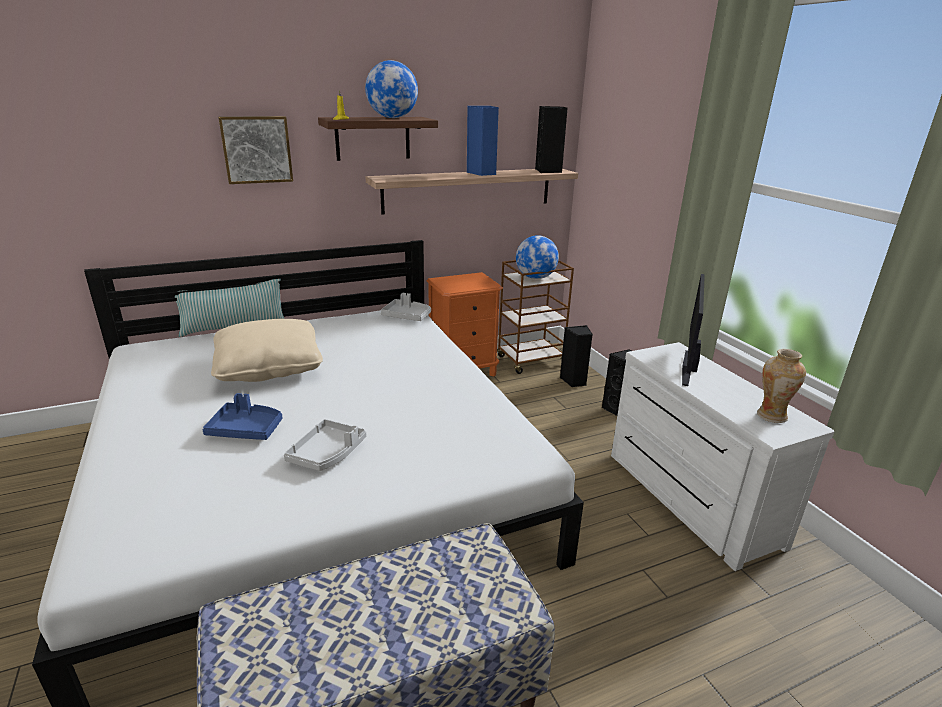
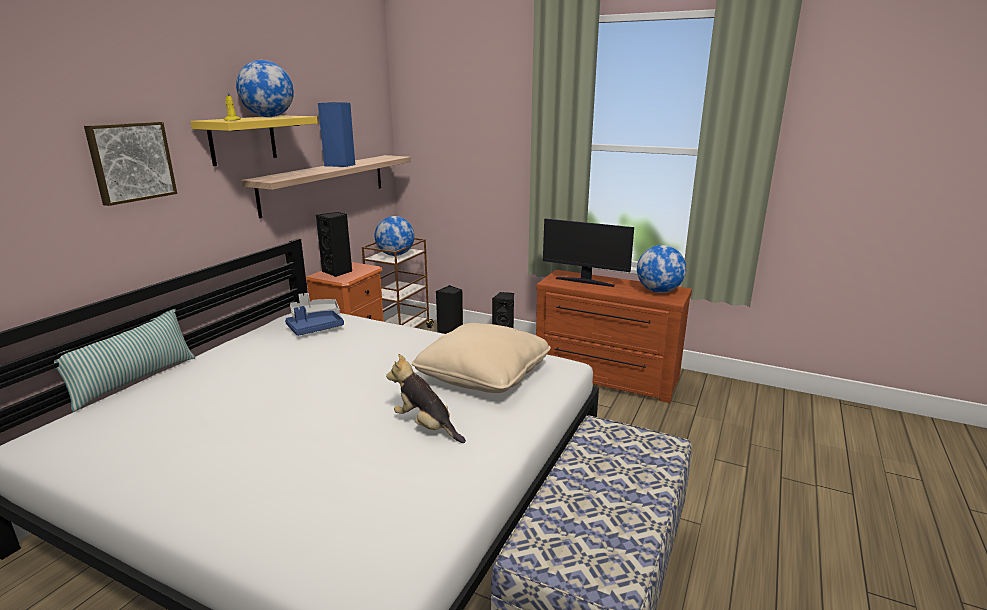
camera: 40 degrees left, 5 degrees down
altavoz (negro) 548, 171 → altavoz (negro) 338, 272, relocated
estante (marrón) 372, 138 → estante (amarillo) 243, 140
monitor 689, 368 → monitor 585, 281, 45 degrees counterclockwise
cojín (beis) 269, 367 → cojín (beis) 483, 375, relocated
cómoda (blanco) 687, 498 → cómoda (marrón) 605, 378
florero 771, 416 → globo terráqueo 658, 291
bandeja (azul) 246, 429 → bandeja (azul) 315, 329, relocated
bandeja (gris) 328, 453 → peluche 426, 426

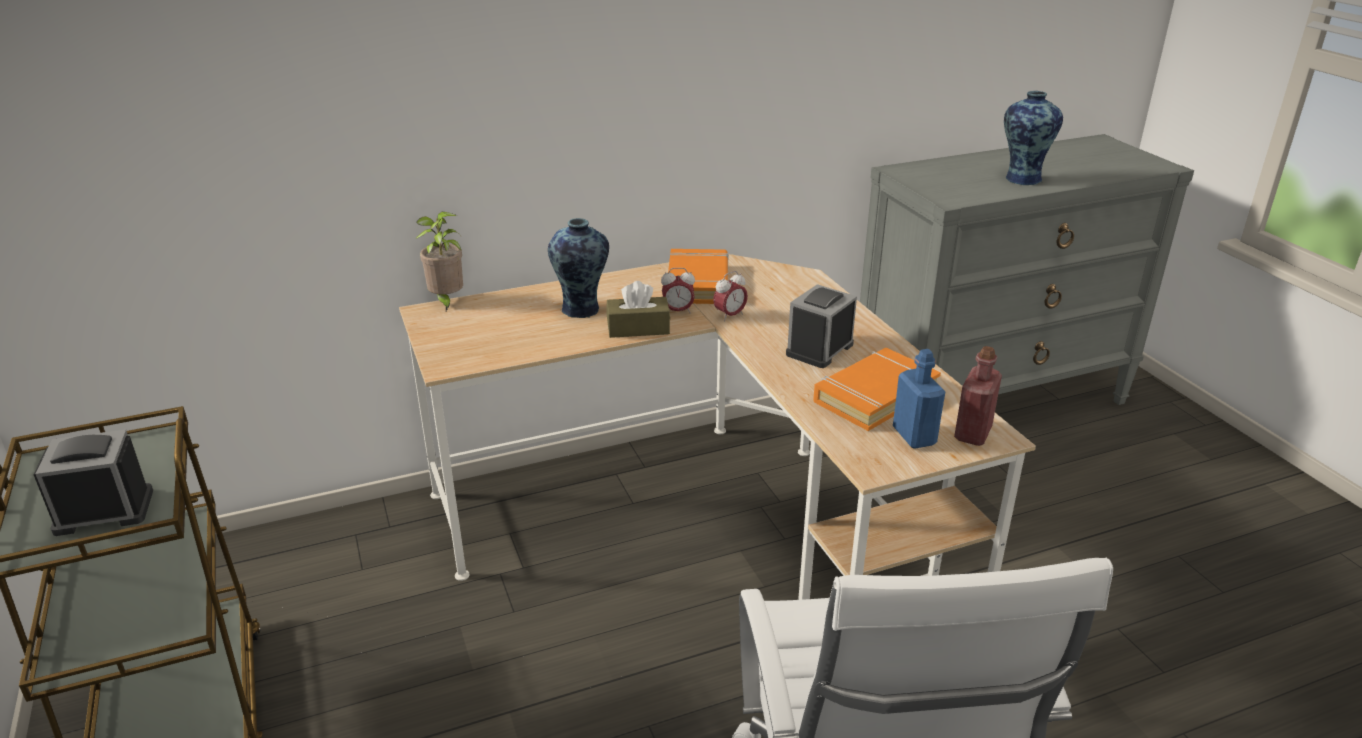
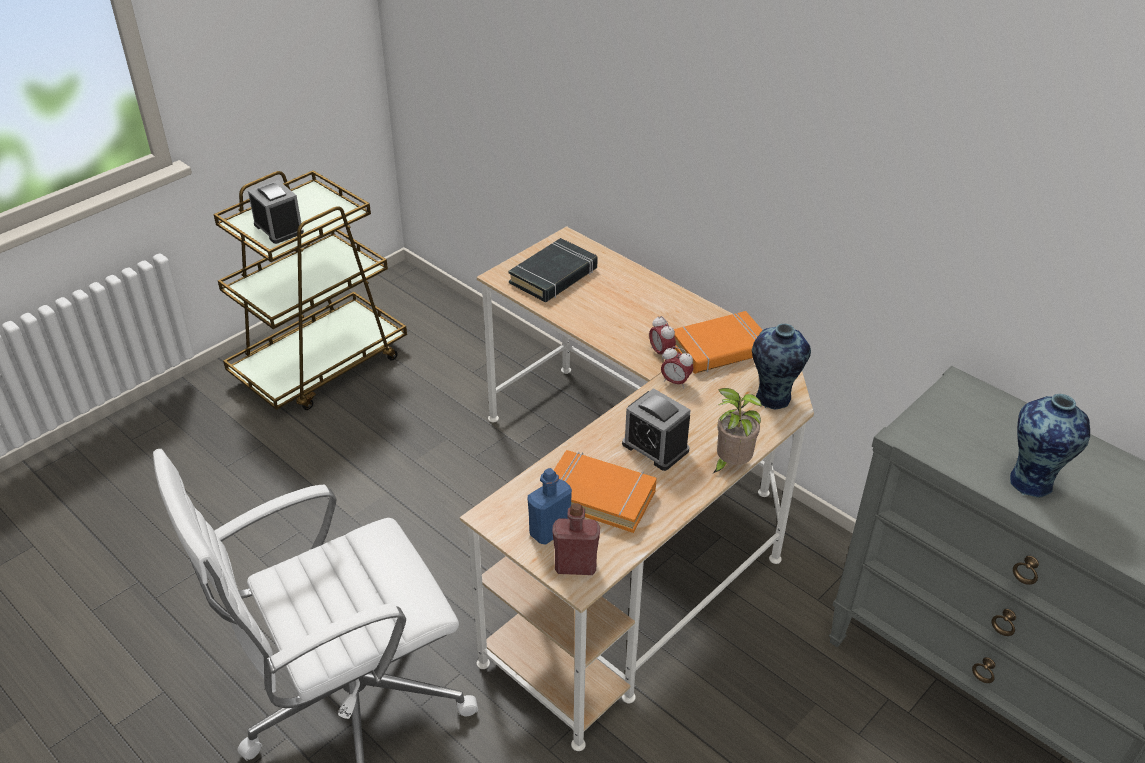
camera: 65 degrees right, 10 degrees up
planta en maceta 446, 302 → planta en maceta 730, 464, relocated
florero 582, 310 → florero 773, 399, relocated
caja de pañuelos (marrón) 638, 328 → -
despertador 819, 349 → despertador 655, 447, 150 degrees counterclockwise
- → libro (negro) 554, 276

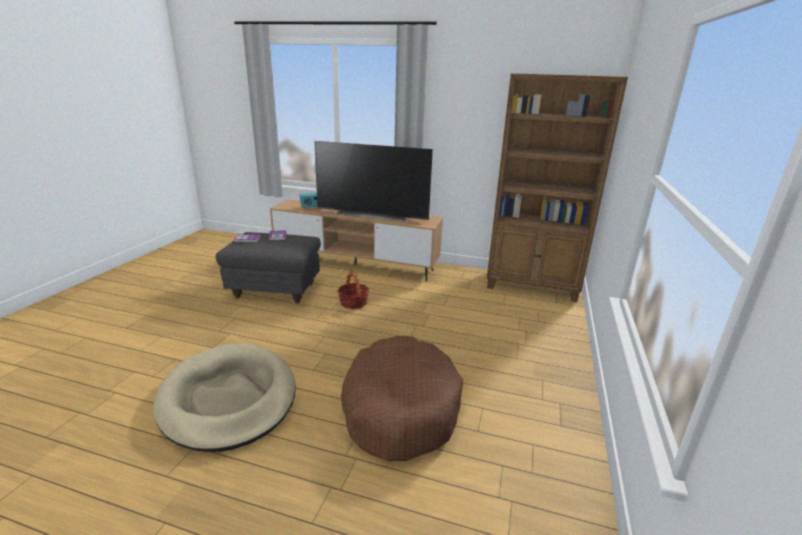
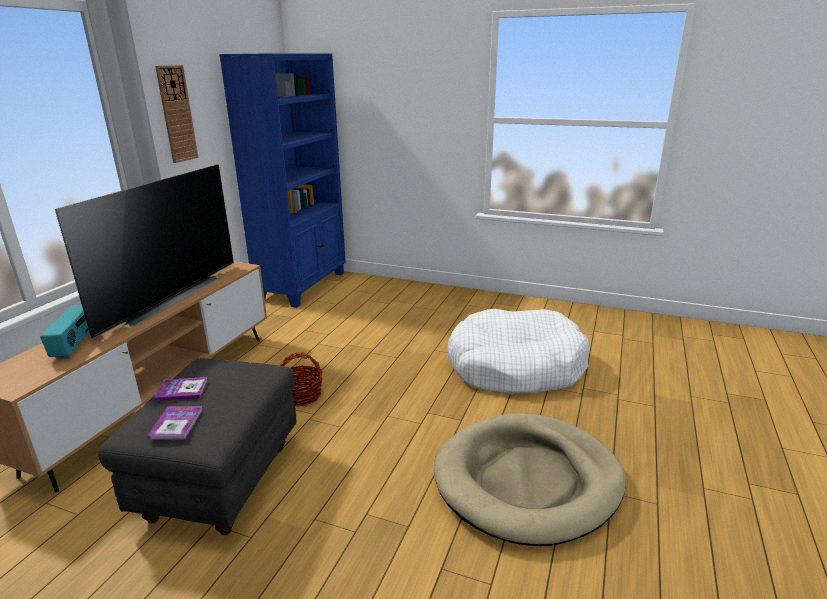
camera: 85 degrees left, 0 degrees up
estantería (marrón) 532, 286 → estantería (azul) 303, 286
cama para perro (marrón) 399, 408 → cama para perro (blanco) 515, 366
- → reloj de pared 177, 114

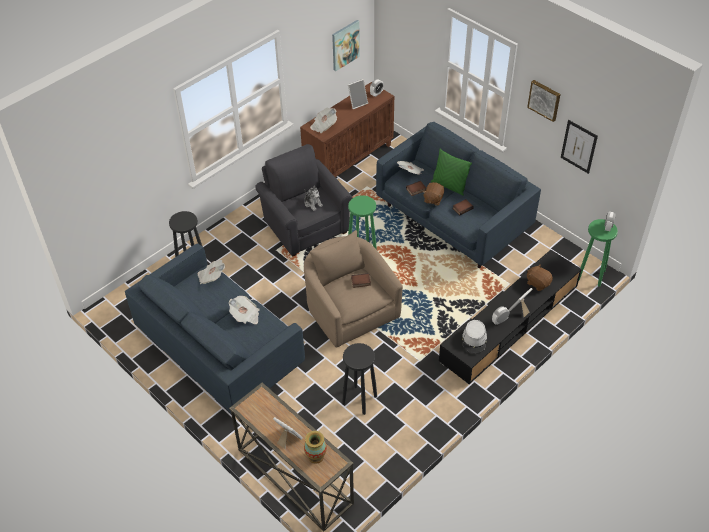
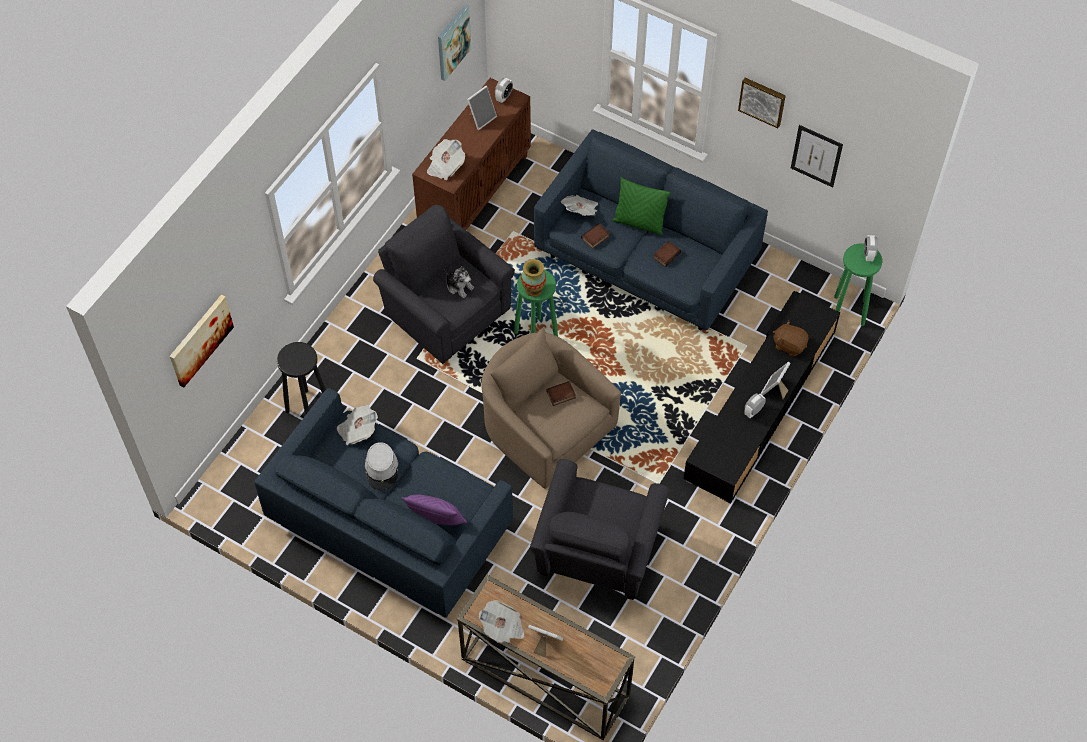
camera: 15 degrees left, 10 degrees up
peluche (marrón) 433, 199 → -
periódico 245, 316 → periódico 503, 627, relocated
sombrero (gris) 474, 339 → sombrero (gris) 382, 469, relocated
taburete (negro) 359, 399 → sillón (gris) 596, 555
florero 316, 456 → florero 533, 289, relocated
- → cuadro 200, 340
- → cojín (morado) 436, 521

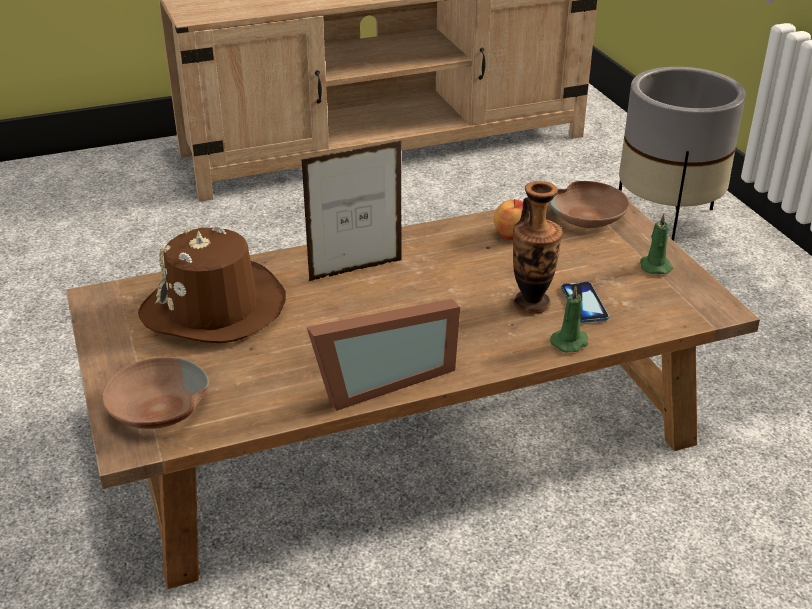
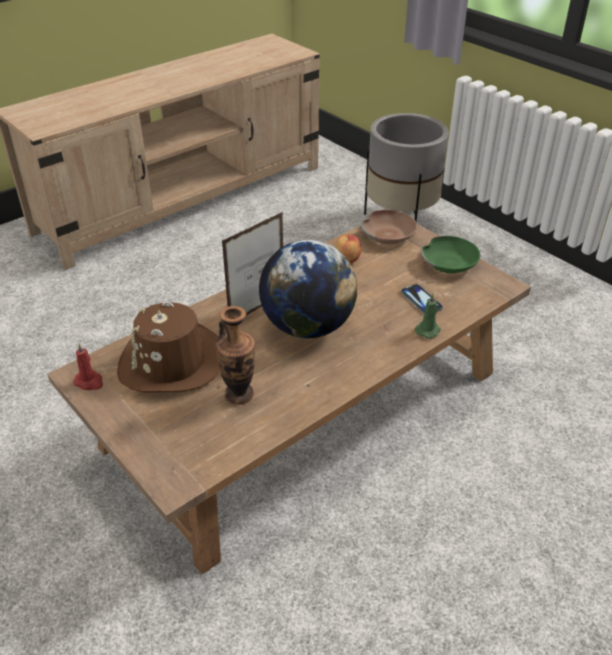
camera: 20 degrees left, 5 degrees up
florero 531, 304 → florero 239, 394, relocated
vela (verde) 654, 266 → cuenco (verde) 449, 263
portarretratos 380, 379 → -
cuenco (marrón) 157, 409 → -
- → globo terráqueo 308, 326
- → vela (rojo) 89, 382

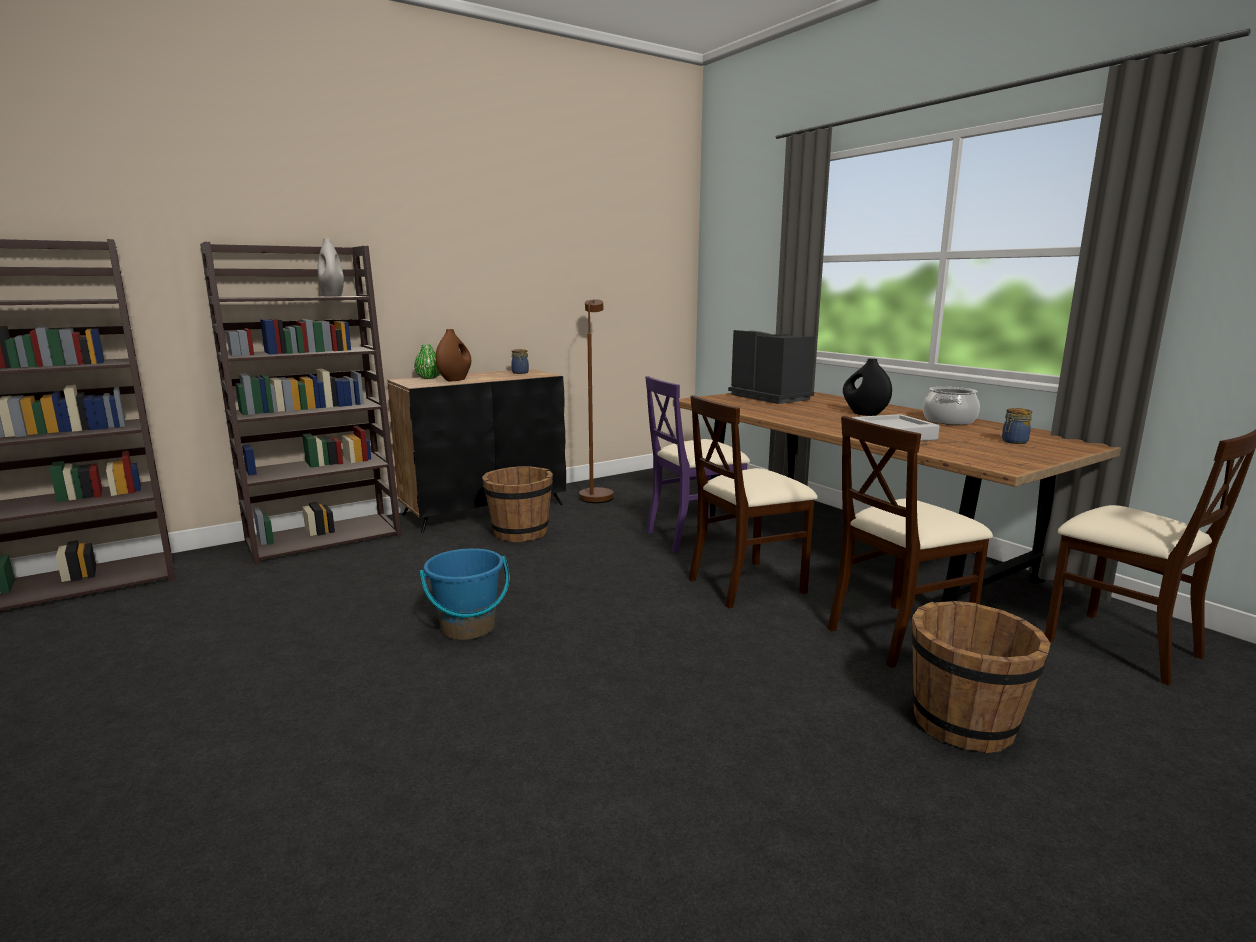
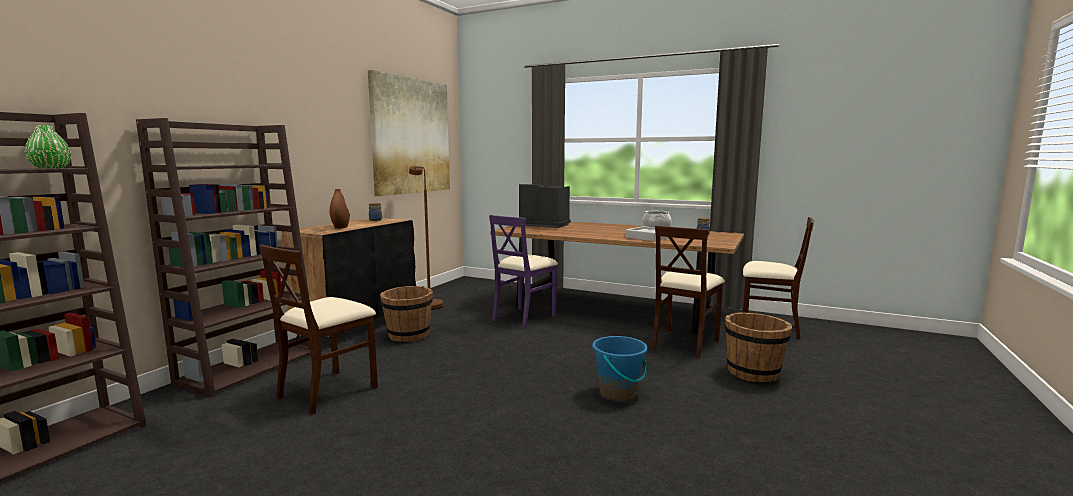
camera: 30 degrees left, 5 degrees down
florero (blanco) 333, 296 → -
florero (verde) 428, 378 → florero (verde) 51, 168, relocated
florero (negro) 864, 414 → -
silla (beis) 746, 584 → silla (beis) 328, 391, relocated
cubo (azul) 468, 628 → cubo (azul) 618, 392, relocated
- → cuadro 411, 136

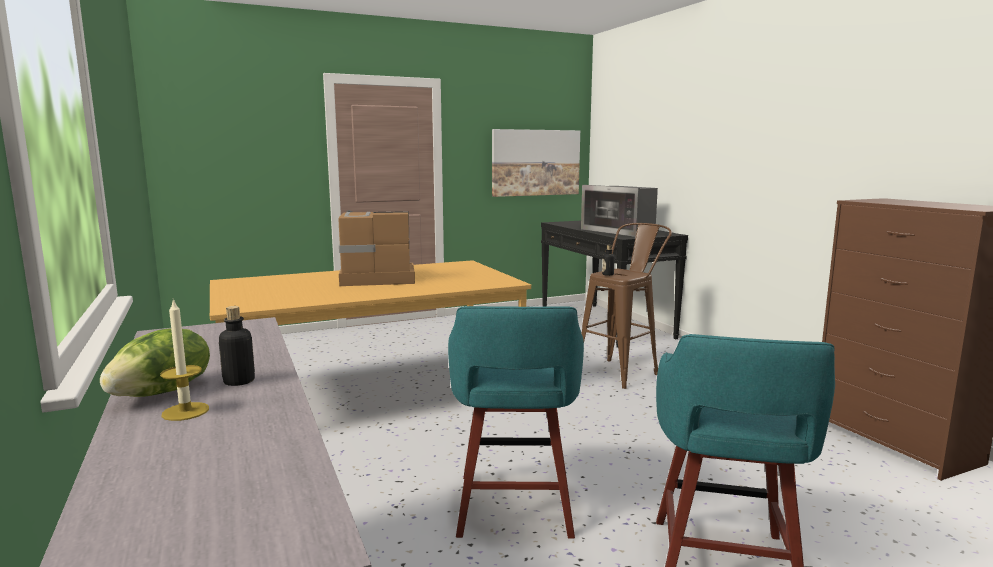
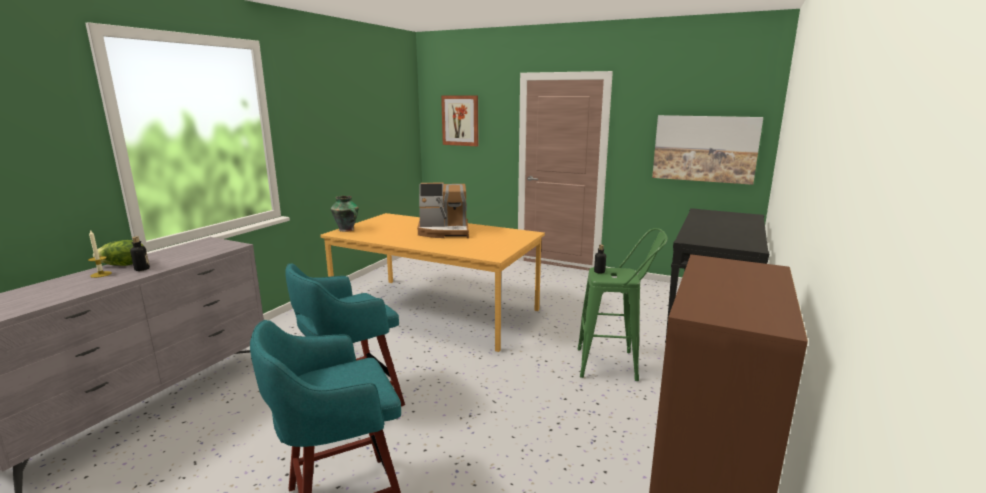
camera: 50 degrees right, 5 degrees up
microondas 620, 231 → -
cafetera 376, 278 → cafetera 444, 232, 135 degrees clockwise
taburete (marrón) 622, 372 → taburete (verde) 615, 365
- → cuadro 460, 120
- → florero 347, 230

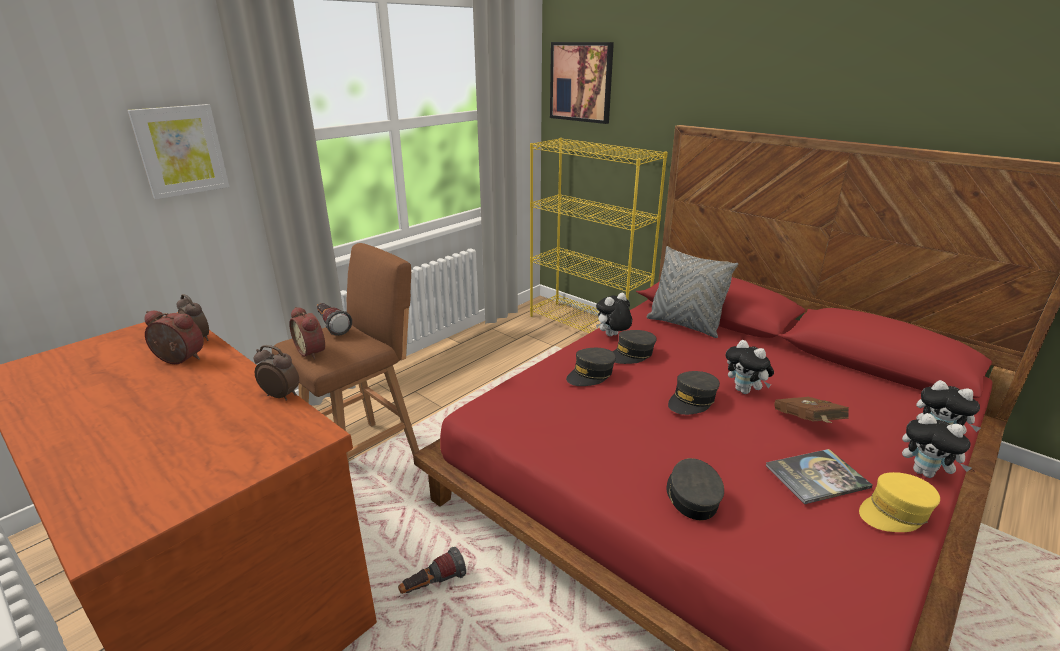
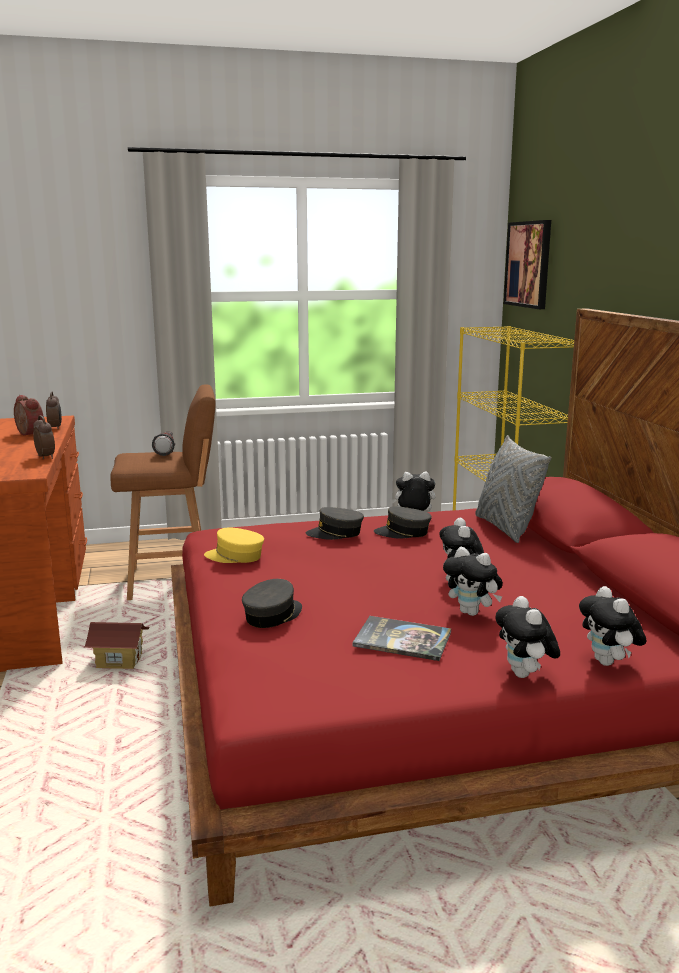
camera: 35 degrees right, 10 degrees down
cuadro 180, 150 → -
despertador 313, 351 → -
gorra (gris) 692, 400 → -
libro (marrón) 807, 424 → peluche 472, 612
gorra (amarillo) 895, 512 → gorra (amarillo) 235, 556, relocated
linterna 433, 585 → casita 119, 661

